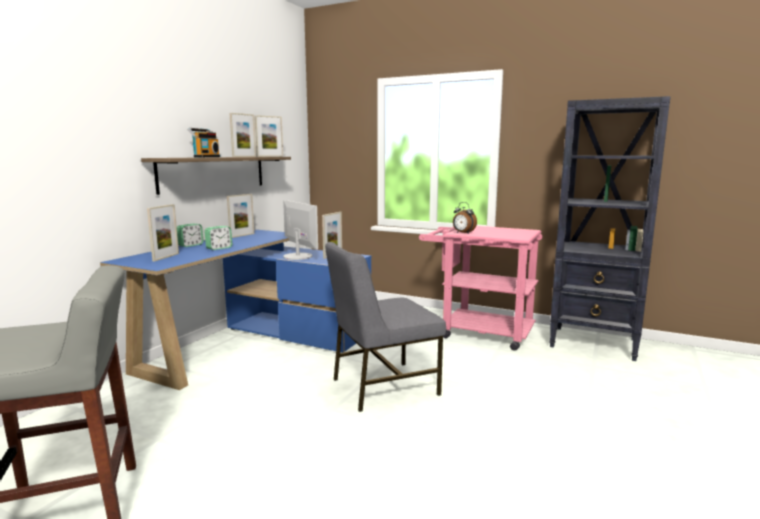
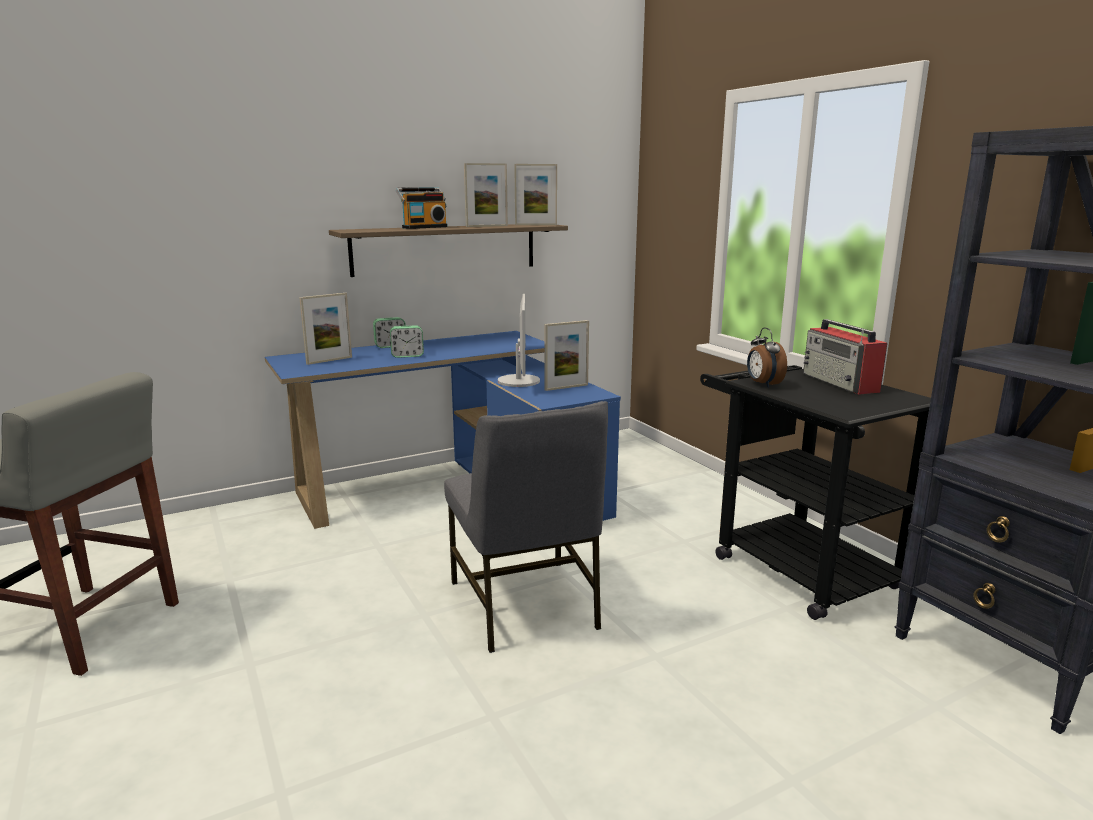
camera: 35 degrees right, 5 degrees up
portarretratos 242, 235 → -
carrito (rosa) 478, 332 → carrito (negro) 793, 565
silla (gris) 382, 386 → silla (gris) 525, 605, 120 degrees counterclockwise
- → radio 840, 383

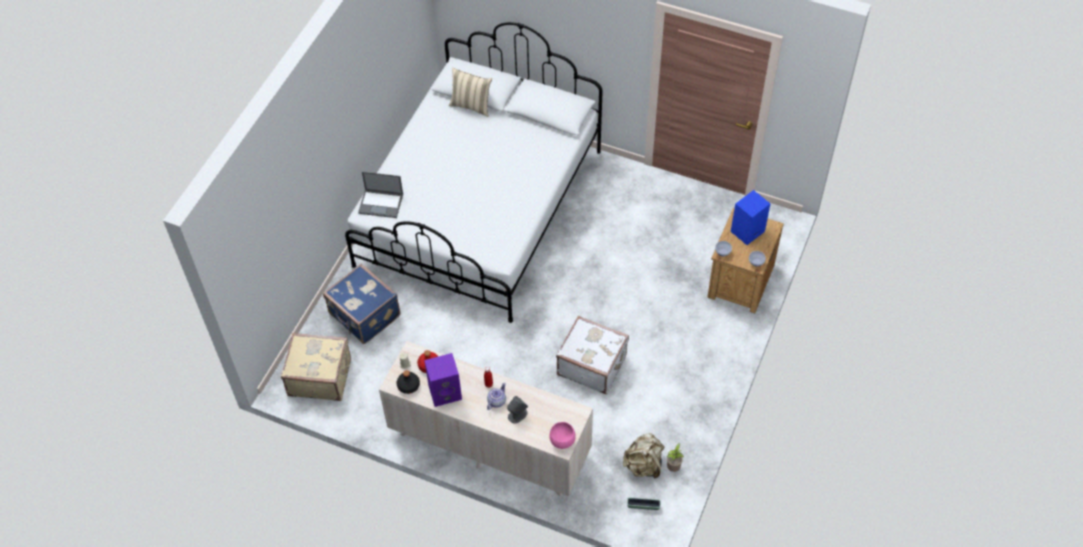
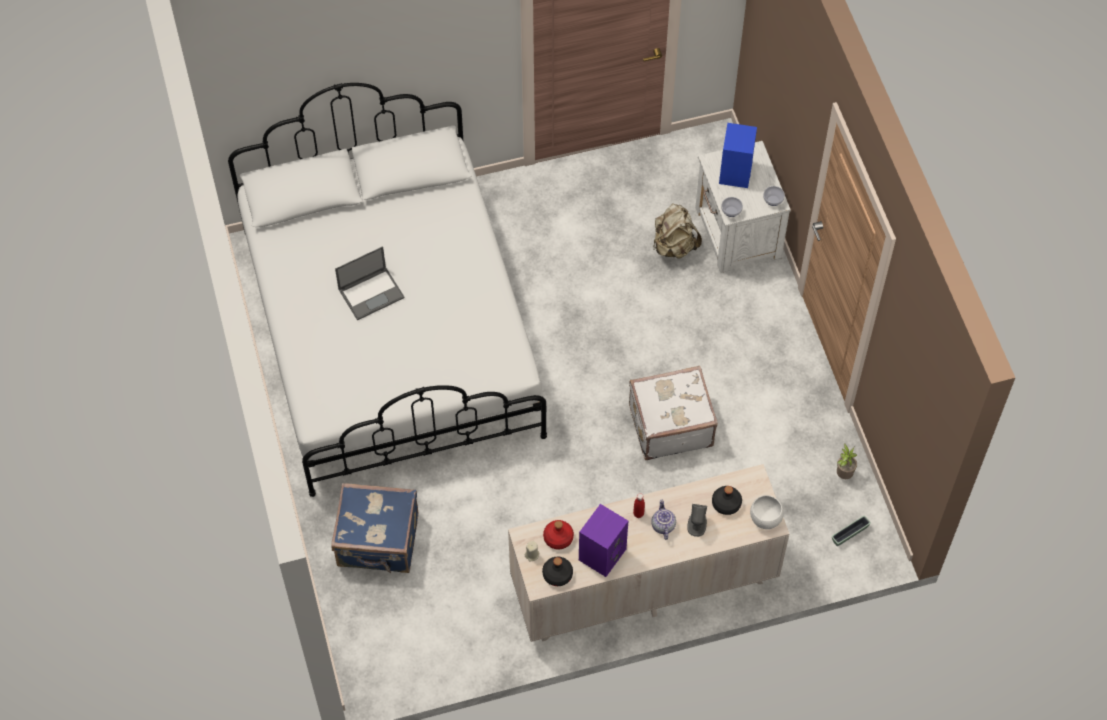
camera: 40 degrees left, 5 degrees up
cojín (beis) 471, 105 → -
portátil 381, 203 → portátil 372, 293, relocated
mesita de noche (marrón) 739, 281 → mesita de noche (blanco) 737, 234
maleta (beis) 319, 376 → -
cuenco (rosa) 561, 441 → cuenco (blanco) 765, 519
mochila (beis) 643, 465 → mochila (beis) 674, 246, relocated
- → botella (negro) 726, 503

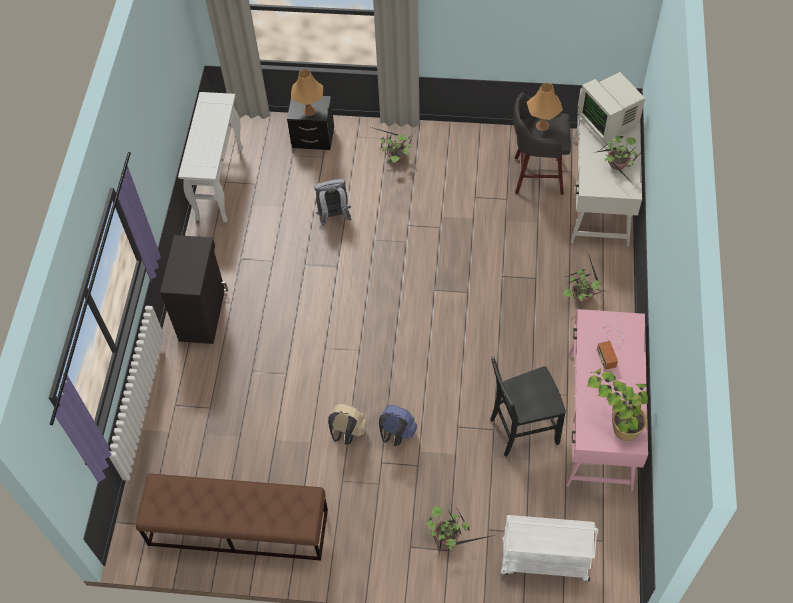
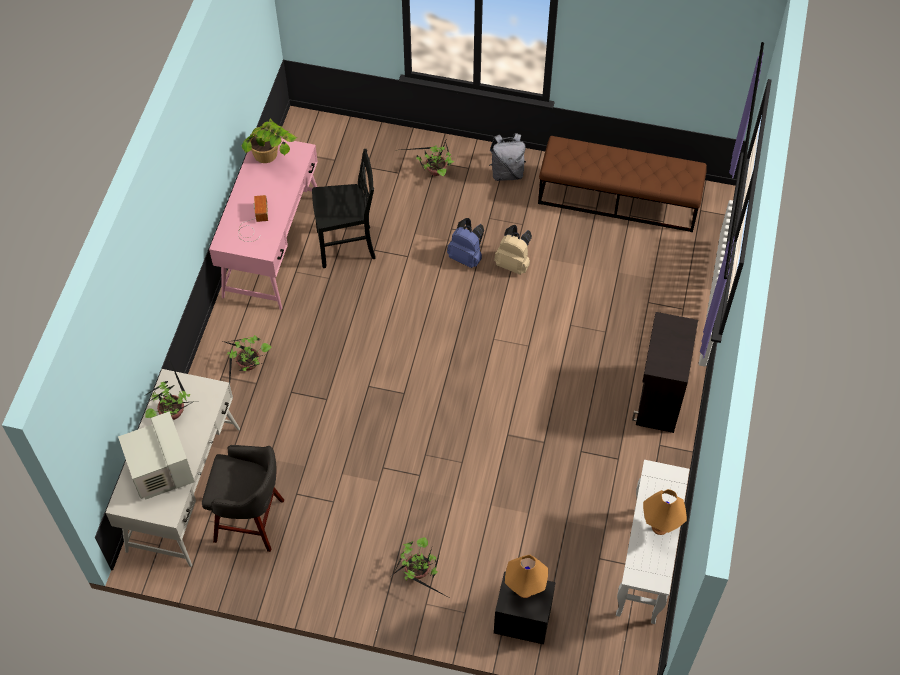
camera: 175 degrees left, 0 degrees up
lámpara de mesa (naranja) 542, 126 → lámpara de mesa (naranja) 660, 527, relocated
mochila (gris) 334, 216 → mochila (gris) 507, 172, relocated
carrito (blanco) 544, 561 → -

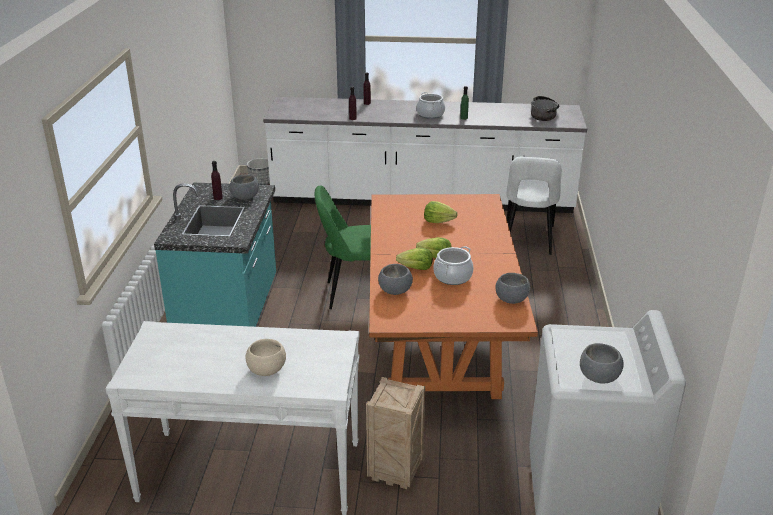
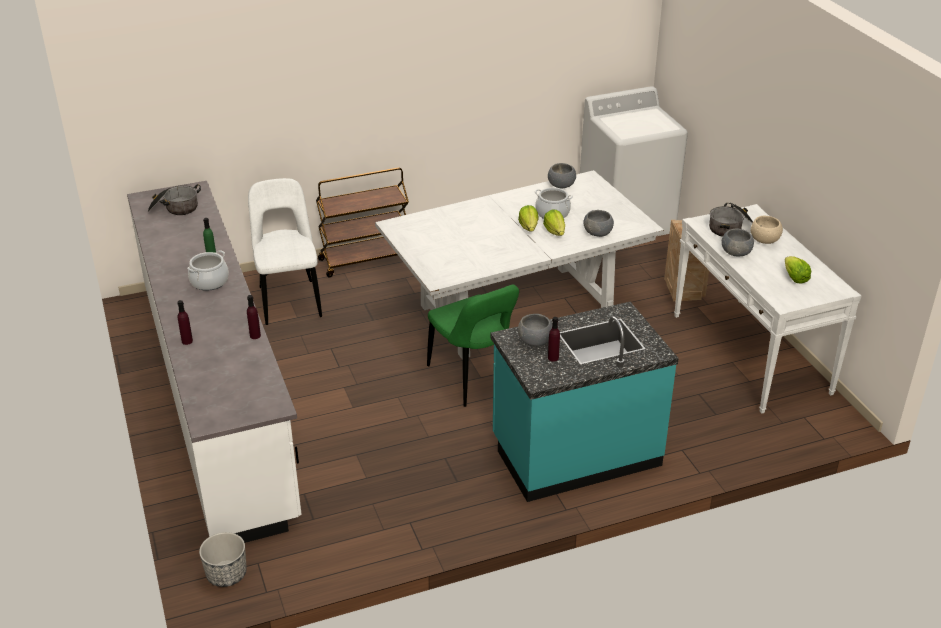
camera: 115 degrees left, 5 degrees up
silla (blanco) 528, 240 → silla (blanco) 289, 300, 90 degrees counterclockwise
mesa de comedor (naranja) 440, 343 → mesa de comedor (blanco) 517, 310
lechuga 438, 221 → lechuga 794, 278, relocated
cuenco (gris) 599, 376 → cuenco (gris) 736, 252, relocated
- → carrito (marrón) 365, 260
- → olla 730, 228

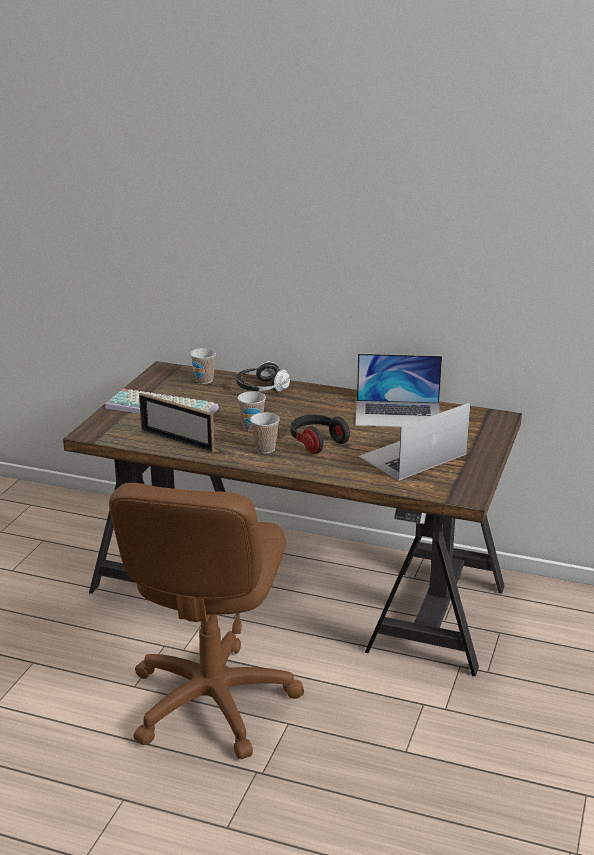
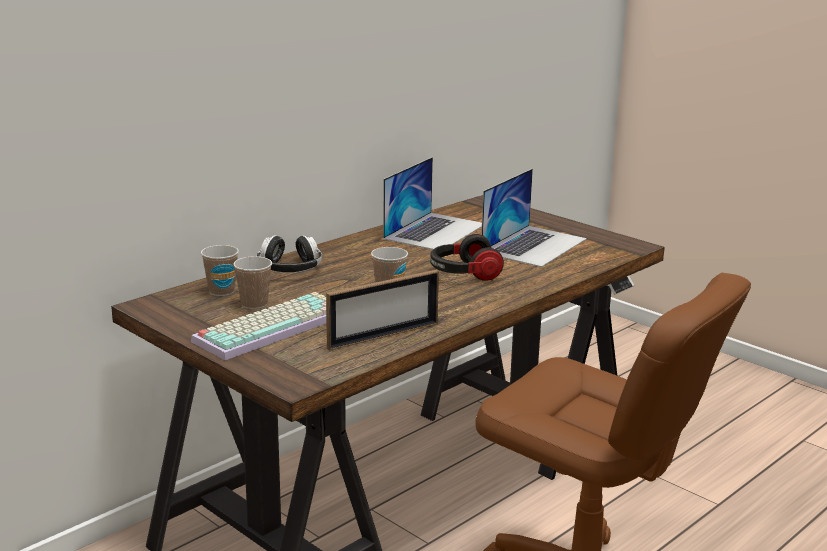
camera: 65 degrees left, 5 degrees down
portátil 412, 455 → portátil 534, 245, 135 degrees counterclockwise
taza 265, 449 → taza 254, 304, relocated

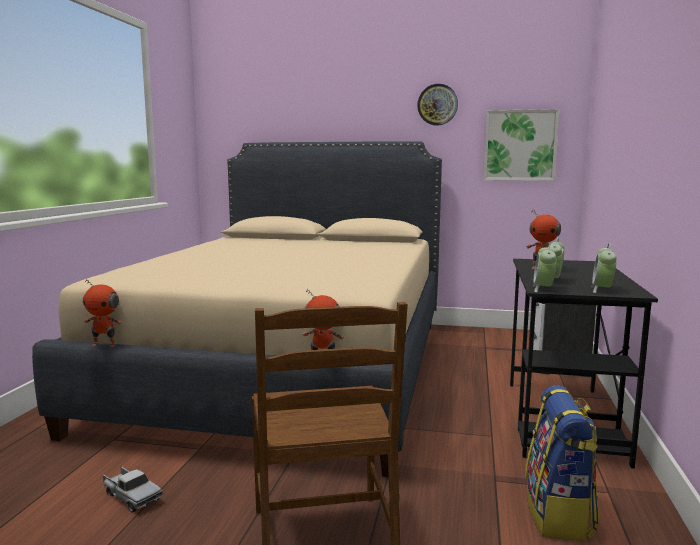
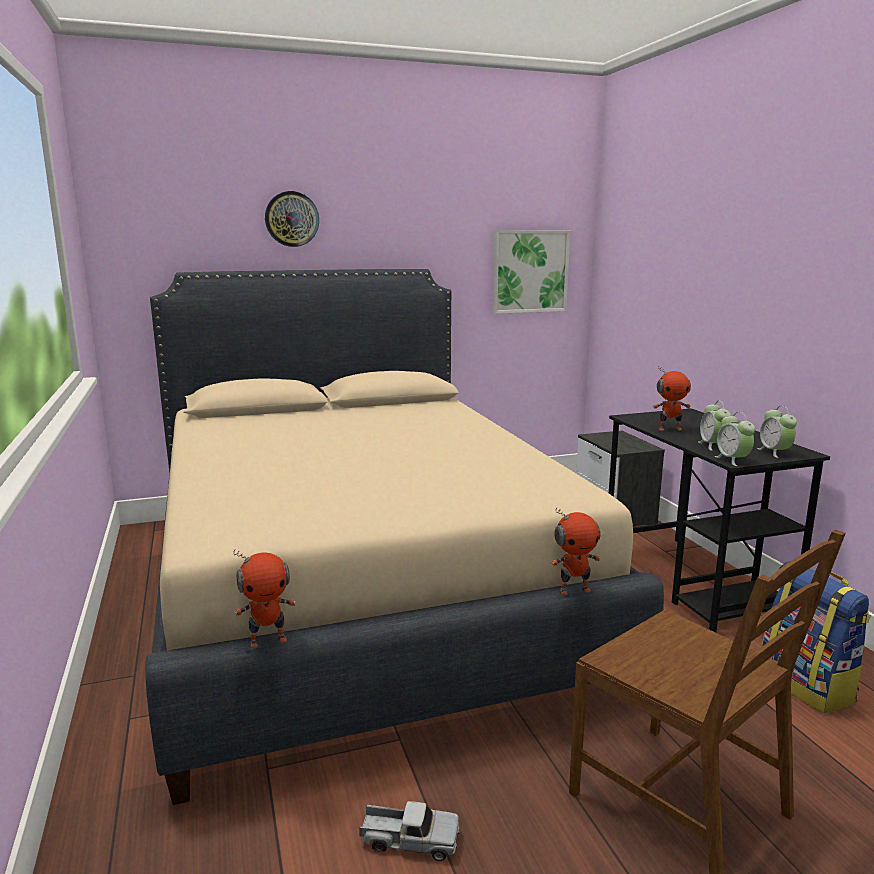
camera: 30 degrees left, 5 degrees up
reloj de pared 437, 104 → reloj de pared 292, 219, relocated

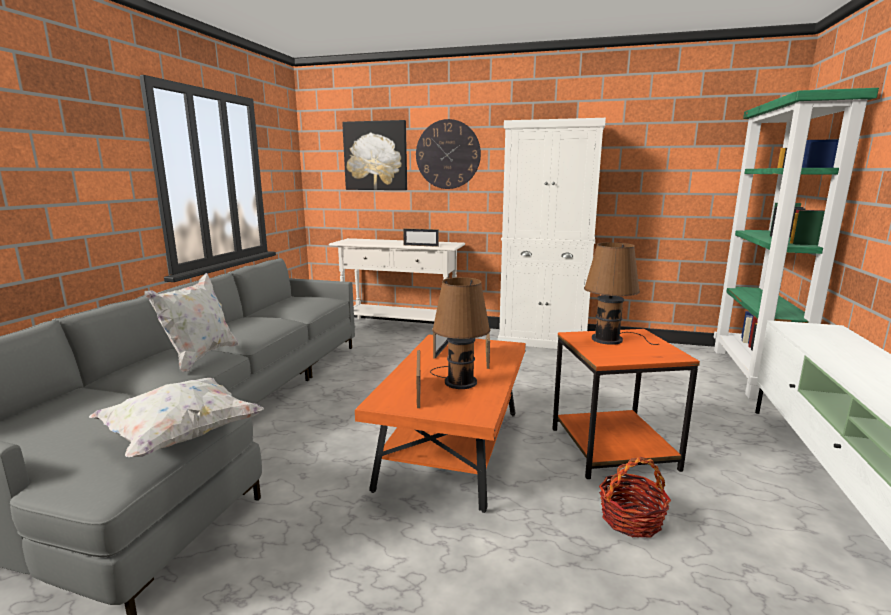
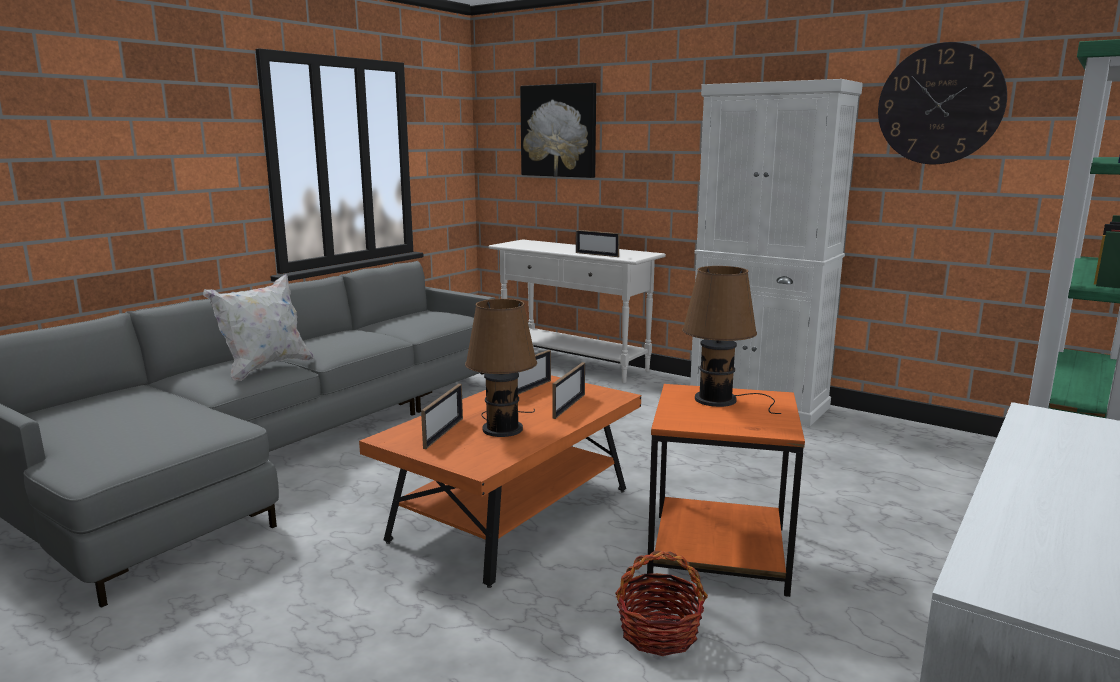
camera: 20 degrees right, 0 degrees up
reloj de pared 448, 154 → reloj de pared 940, 104, relocated
cojín (blanco) 181, 437 → -

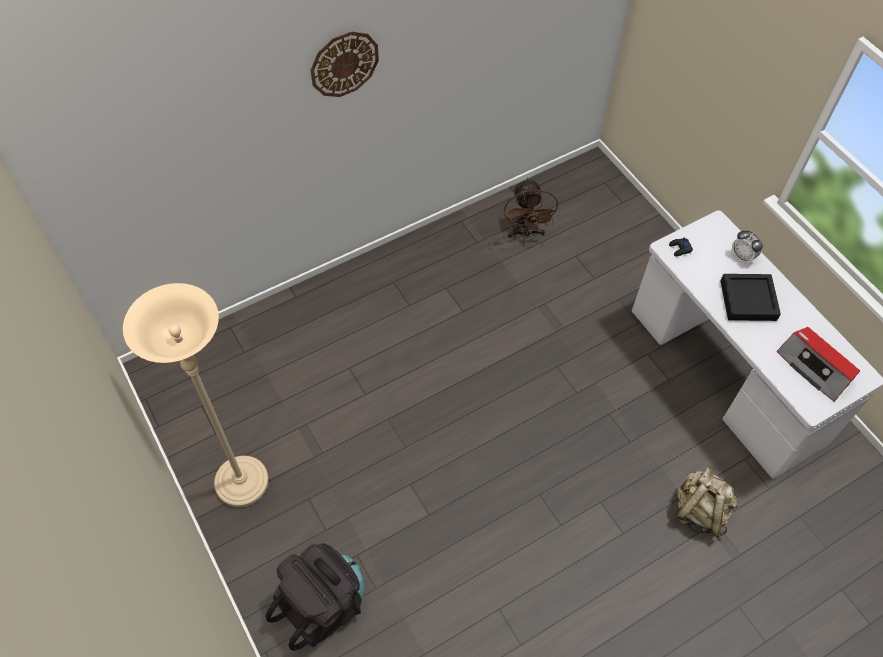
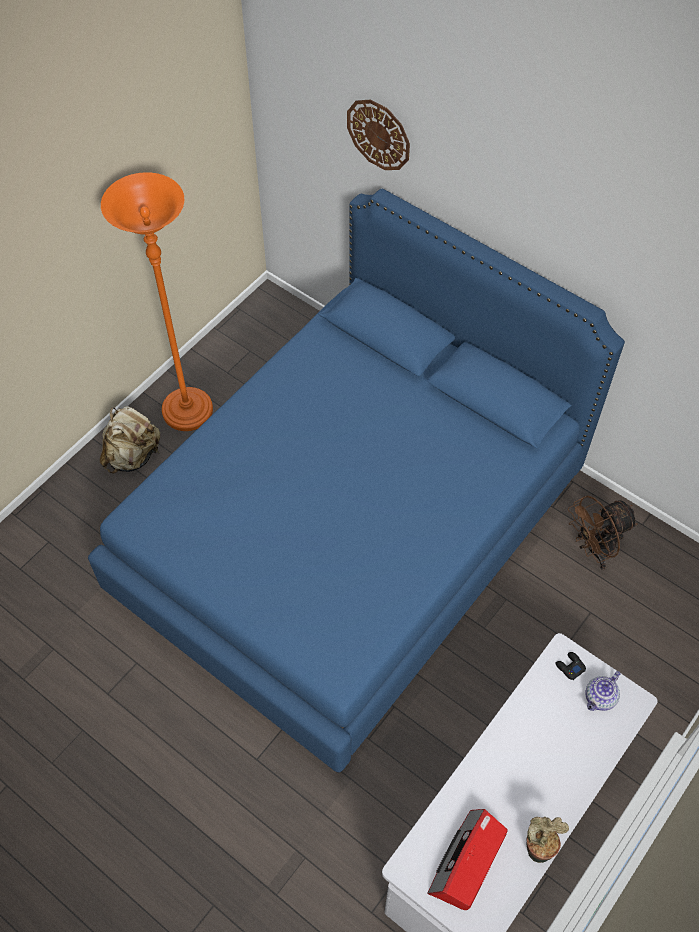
camera: 70 degrees right, 0 degrees up
reloj de pared 344, 64 → reloj de pared 378, 134, relocated
despertador 742, 257 → -
bandeja (negro) 748, 300 → -
lámpara de pie (beis) 242, 482 → lámpara de pie (naranja) 187, 411
mochila (beis) 699, 511 → mochila (beis) 133, 456, relocated
mochila (negro) 323, 605 → -
- → cama (azul) 349, 533
- → tetera 599, 699
- → planta en maceta 538, 848

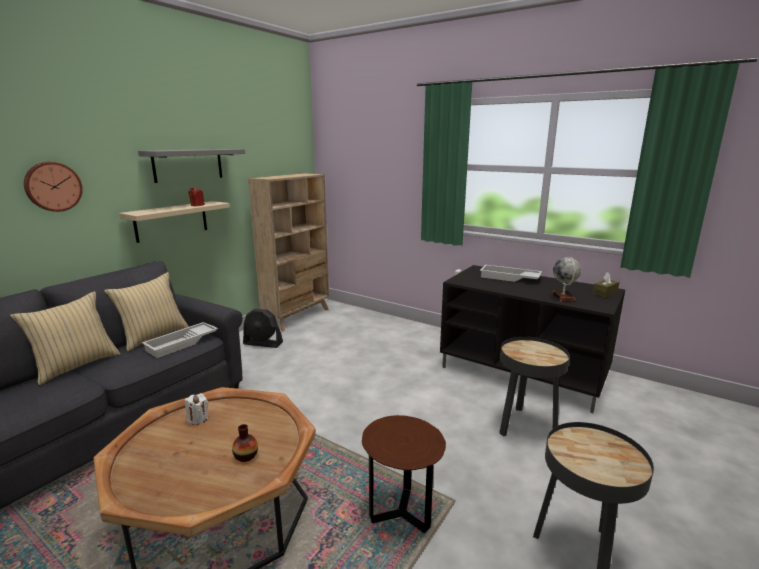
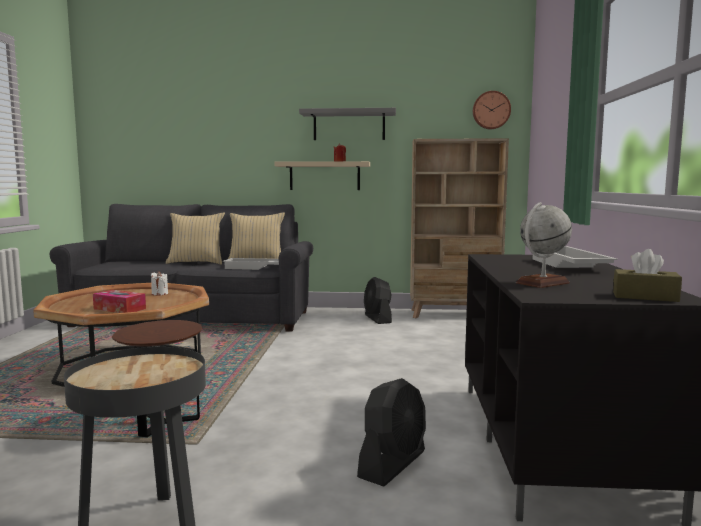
camera: 60 degrees right, 10 degrees down
reloj de pared 53, 186 → reloj de pared 491, 110, relocated
mesa auxiliar (negro) 524, 426 → ventilador (negro) 393, 464
florero 246, 456 → caja de pañuelos 119, 309

